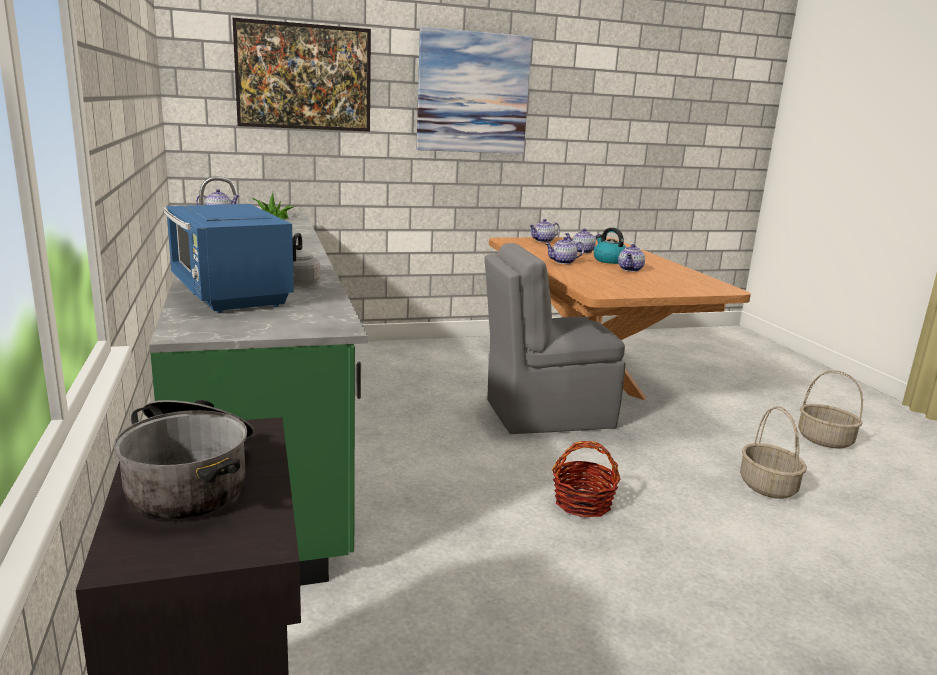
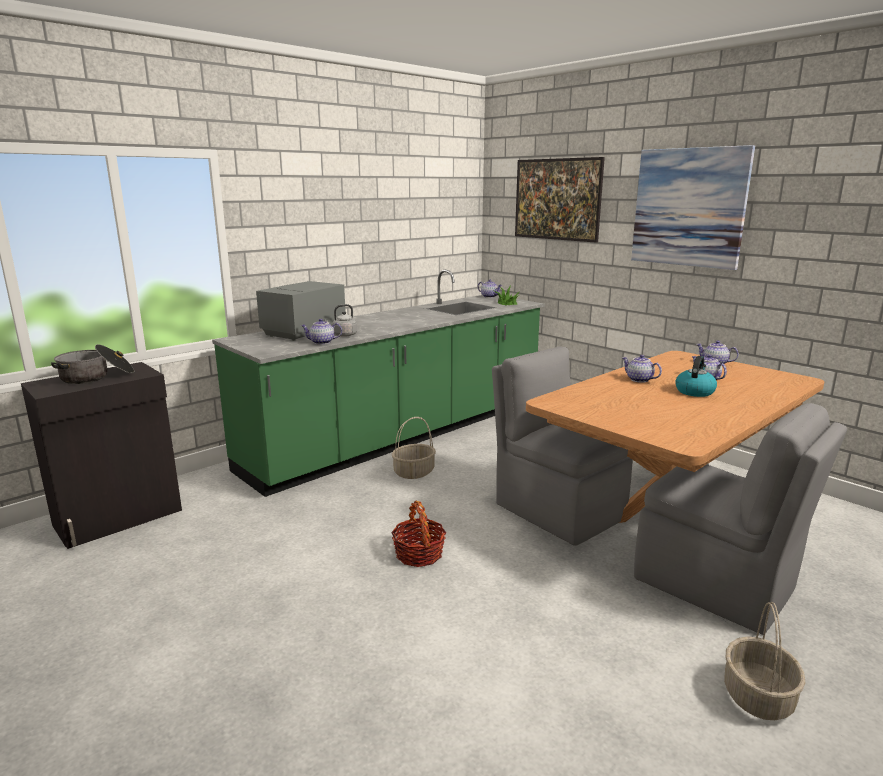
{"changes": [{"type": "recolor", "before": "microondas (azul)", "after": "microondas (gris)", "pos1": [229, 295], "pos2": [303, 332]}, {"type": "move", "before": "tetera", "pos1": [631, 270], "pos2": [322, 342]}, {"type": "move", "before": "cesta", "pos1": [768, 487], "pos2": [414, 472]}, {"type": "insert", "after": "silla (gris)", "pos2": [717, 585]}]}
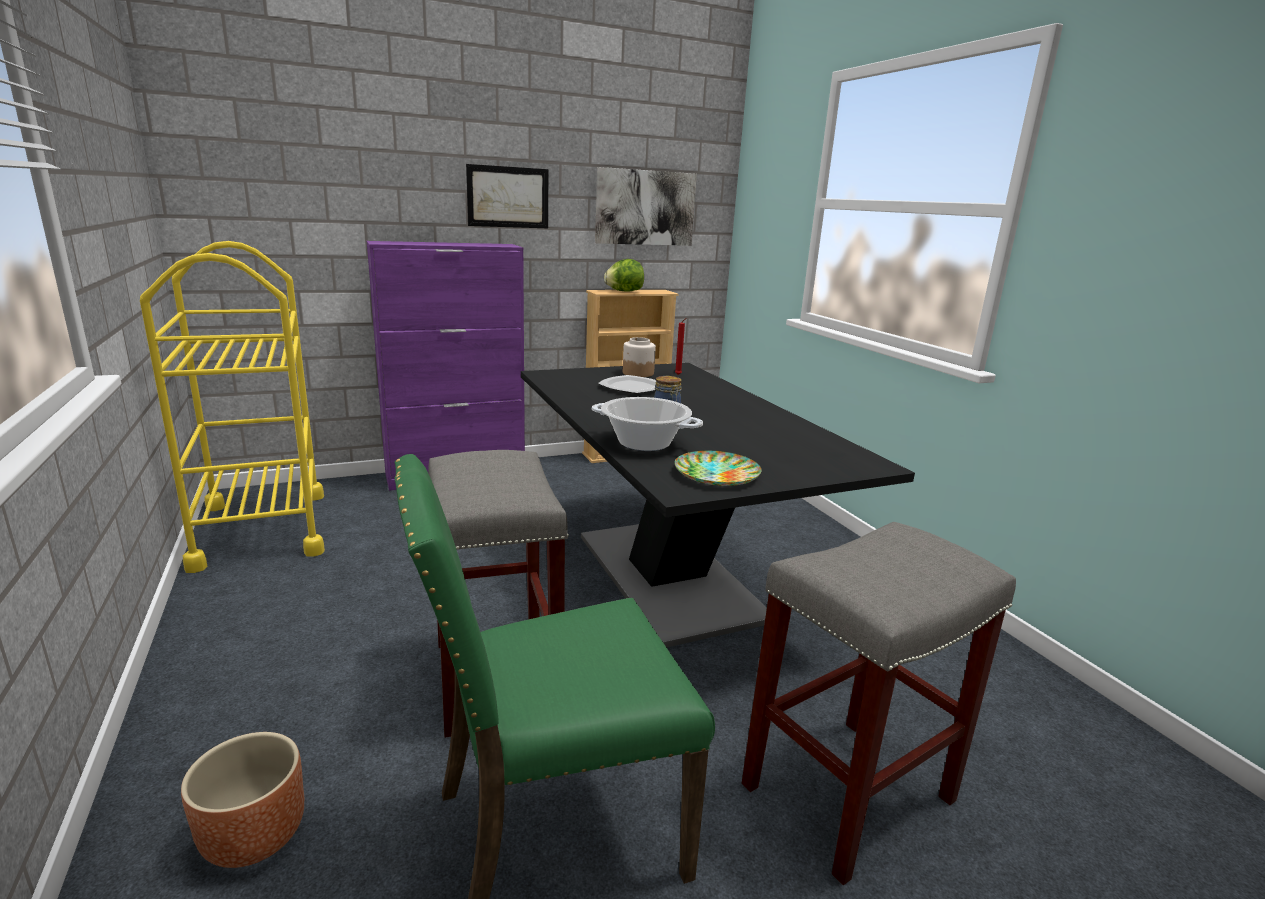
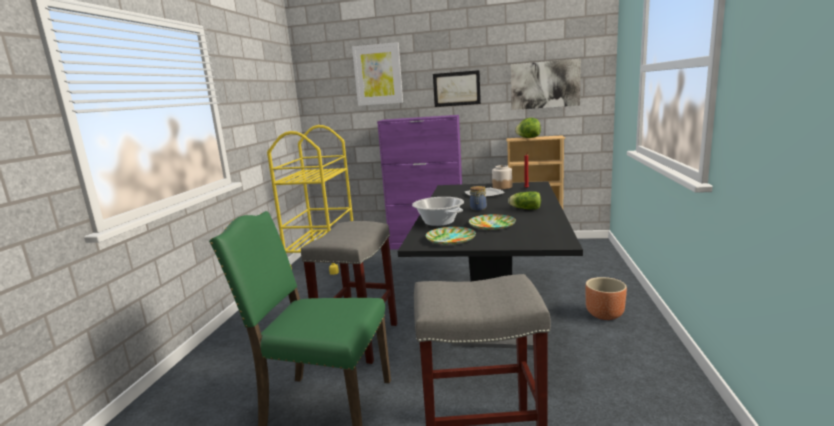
{"changes": [{"type": "insert", "after": "cuadro", "pos2": [378, 74]}, {"type": "insert", "after": "plato", "pos2": [492, 225]}, {"type": "insert", "after": "lechuga", "pos2": [524, 208]}, {"type": "move", "before": "maceta (marrón)", "pos1": [254, 836], "pos2": [604, 314]}]}
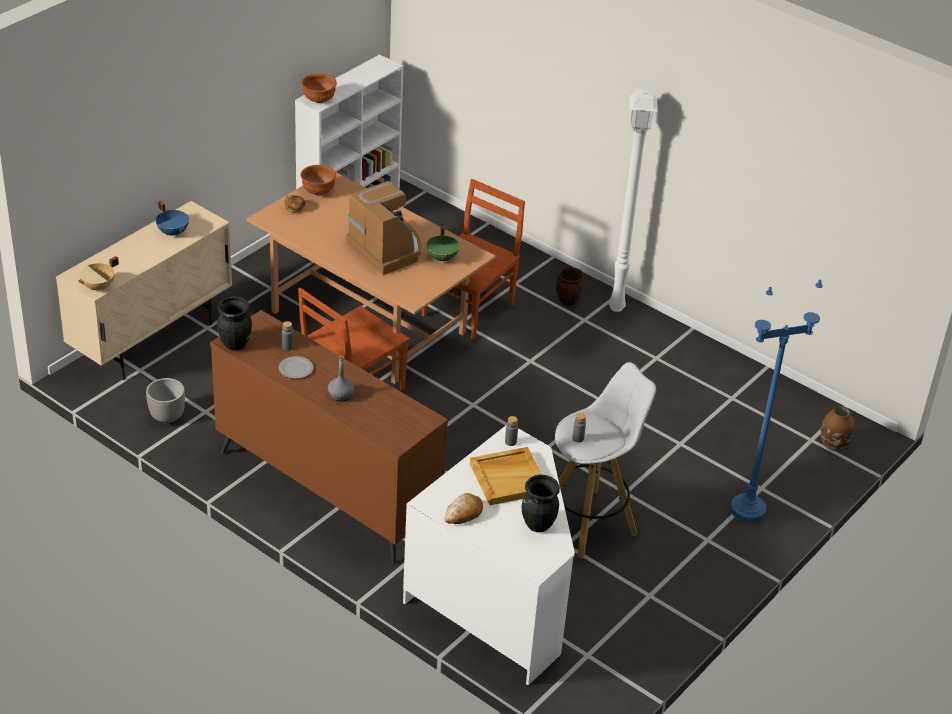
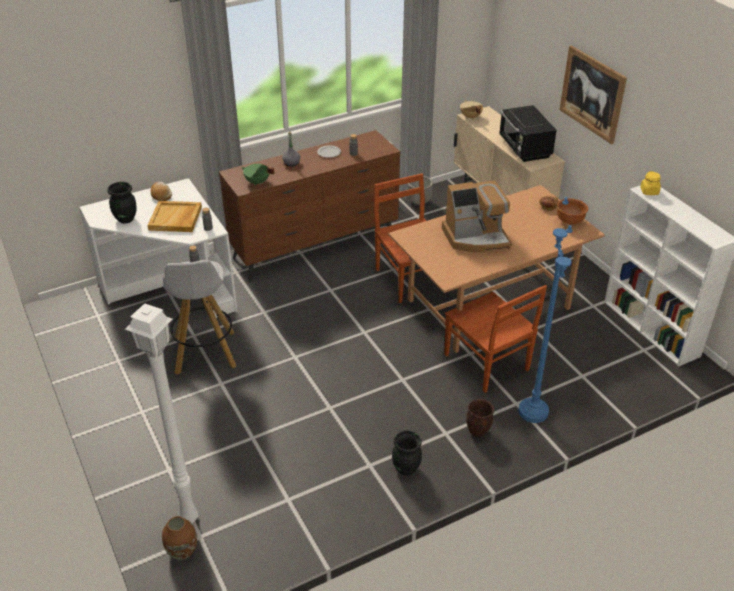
{"changes": [{"type": "move", "before": "lámpara de pie (blanco)", "pos1": [615, 307], "pos2": [191, 517]}, {"type": "move", "before": "olla (verde)", "pos1": [442, 258], "pos2": [257, 182]}, {"type": "move", "before": "florero (negro)", "pos1": [234, 344], "pos2": [406, 468]}, {"type": "replace", "before": "olla (azul)", "after": "microondas (negro)", "pos1": [173, 232], "pos2": [524, 149]}, {"type": "move", "before": "lámpara de pie (azul)", "pos1": [747, 510], "pos2": [533, 411]}, {"type": "insert", "after": "cuadro", "pos2": [592, 94]}, {"type": "replace", "before": "cuenco (marrón)", "after": "tarro (amarillo)", "pos1": [318, 100], "pos2": [649, 191]}]}
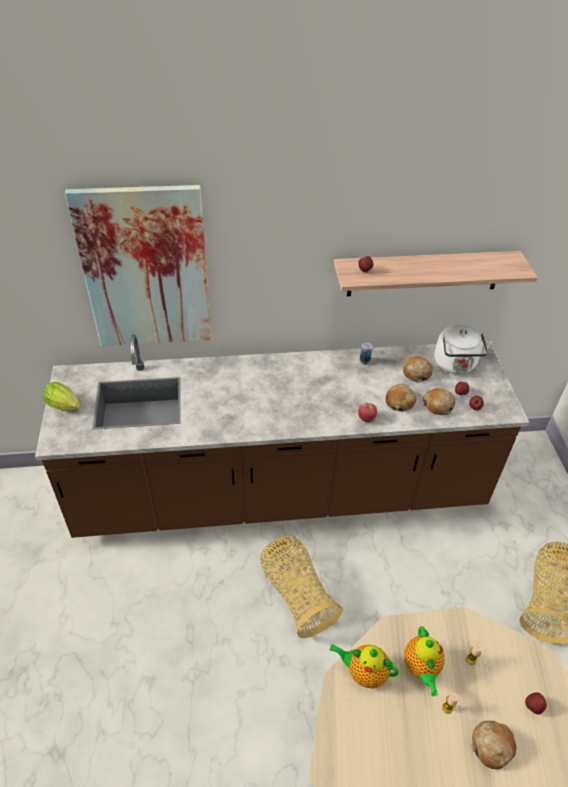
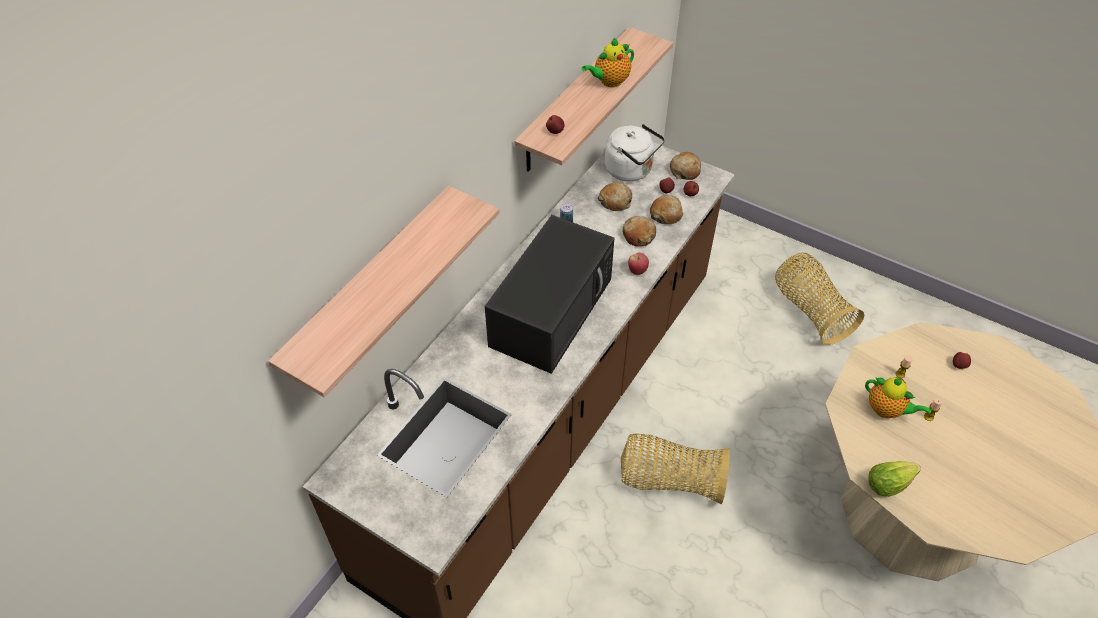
{"changes": [{"type": "replace", "before": "cuadro", "after": "estante", "pos1": [146, 270], "pos2": [370, 287]}, {"type": "insert", "after": "microondas (negro)", "pos2": [552, 310]}, {"type": "move", "before": "tetera", "pos1": [364, 672], "pos2": [609, 82]}, {"type": "move", "before": "pan", "pos1": [491, 746], "pos2": [685, 170]}, {"type": "move", "before": "lechuga", "pos1": [65, 406], "pos2": [890, 483]}]}
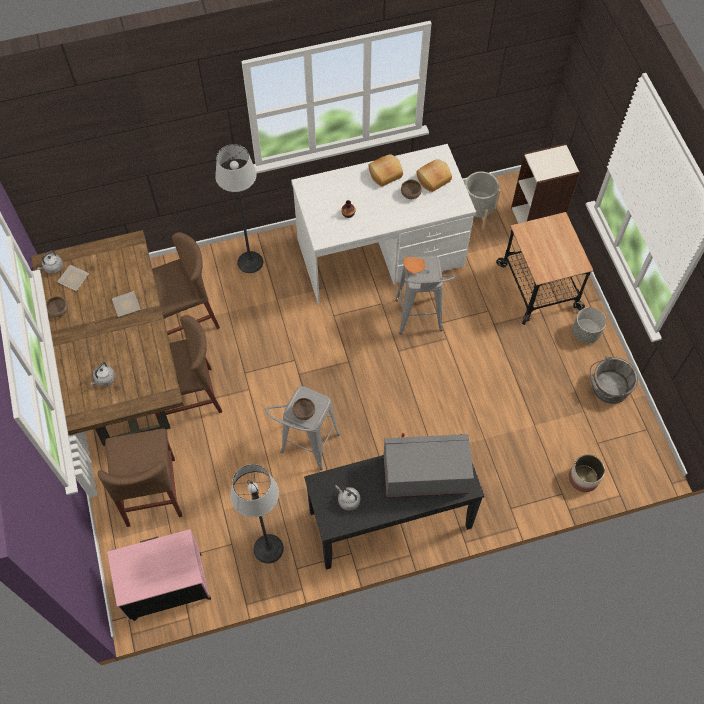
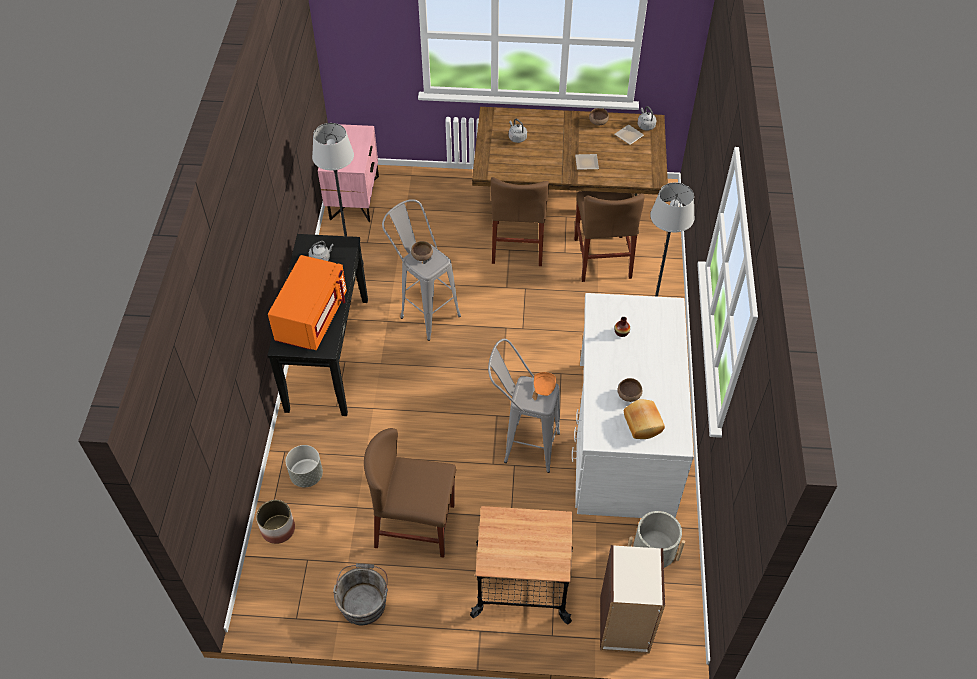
{"changes": [{"type": "recolor", "before": "microondas (gris)", "after": "microondas (naranja)", "pos1": [425, 476], "pos2": [311, 317]}, {"type": "move", "before": "maceta (gris)", "pos1": [586, 333], "pos2": [306, 475]}, {"type": "move", "before": "silla (marrón)", "pos1": [151, 491], "pos2": [415, 525]}, {"type": "delete", "before": "pan", "pos1": [385, 173]}]}
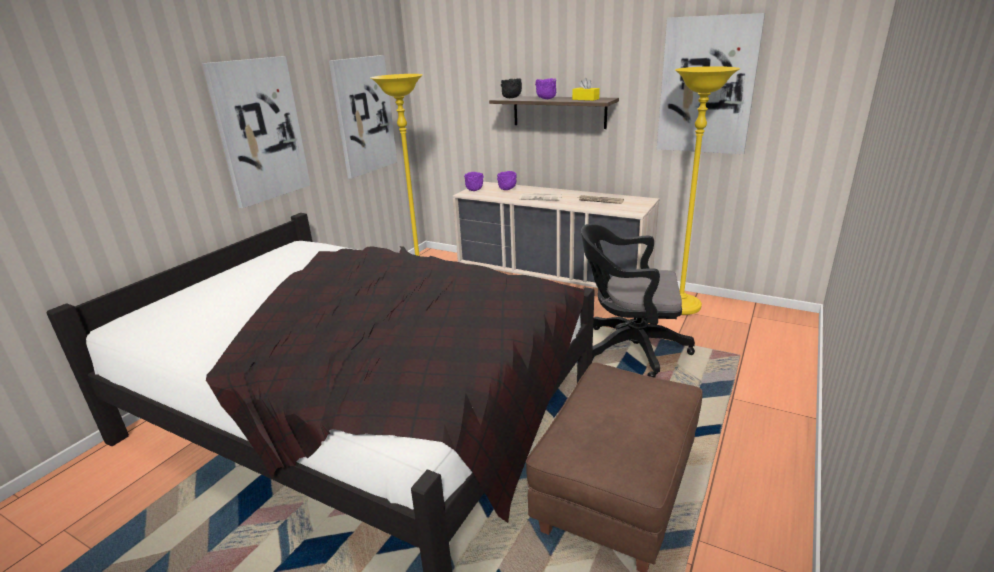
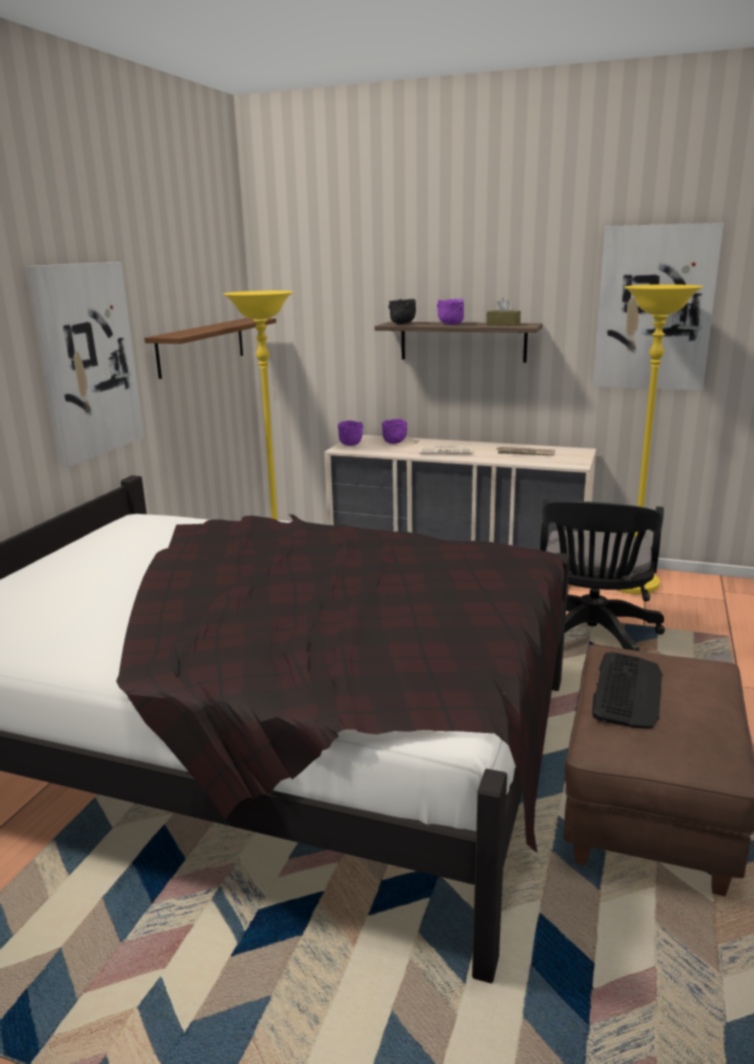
{"changes": [{"type": "replace", "before": "cuadro", "after": "estante (marrón)", "pos1": [364, 116], "pos2": [202, 346]}, {"type": "recolor", "before": "caja de pañuelos (amarillo)", "after": "caja de pañuelos (marrón)", "pos1": [585, 99], "pos2": [503, 324]}, {"type": "rotate", "before": "silla de oficina (negro)", "pos1": [629, 348], "pos2": [590, 637], "turn": -75}, {"type": "insert", "after": "teclado", "pos2": [627, 690]}]}
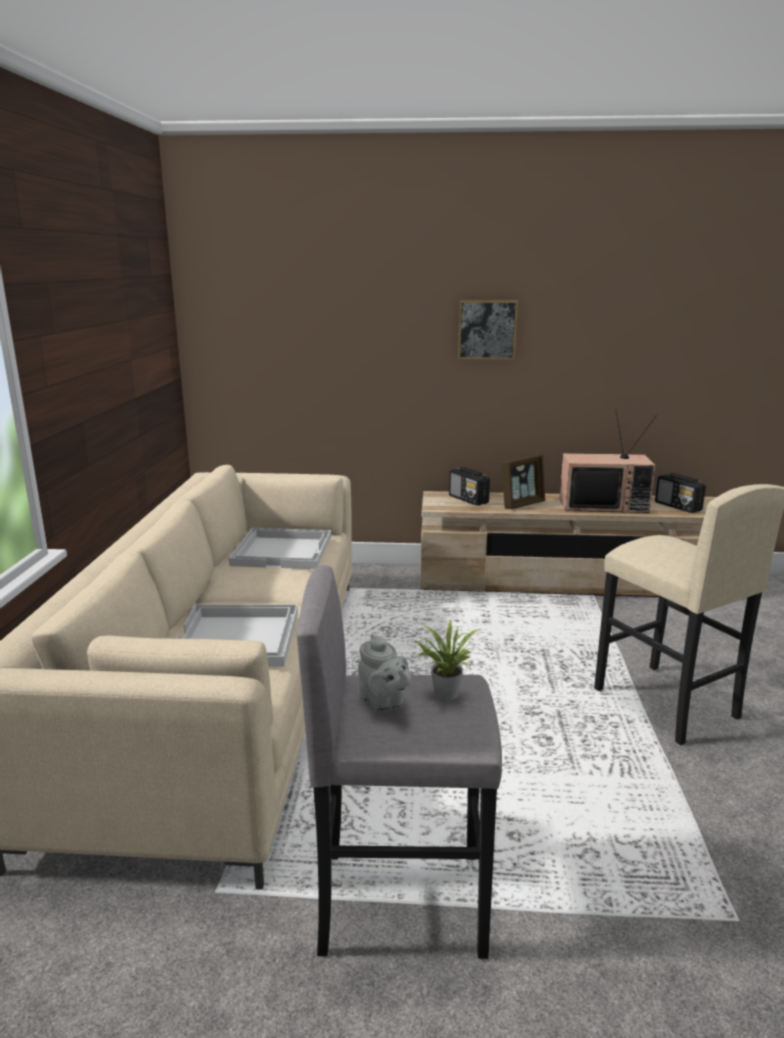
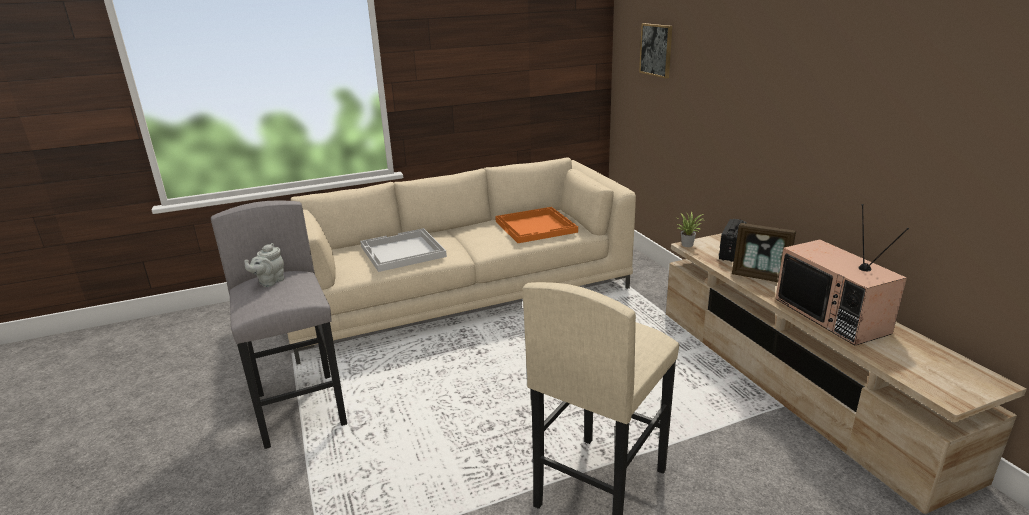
{"changes": [{"type": "recolor", "before": "bandeja (blanco)", "after": "bandeja (naranja)", "pos1": [283, 550], "pos2": [536, 227]}, {"type": "move", "before": "cuadro", "pos1": [487, 330], "pos2": [656, 50]}, {"type": "move", "before": "planta en maceta", "pos1": [444, 692], "pos2": [688, 244]}, {"type": "delete", "before": "radio", "pos1": [678, 507]}]}
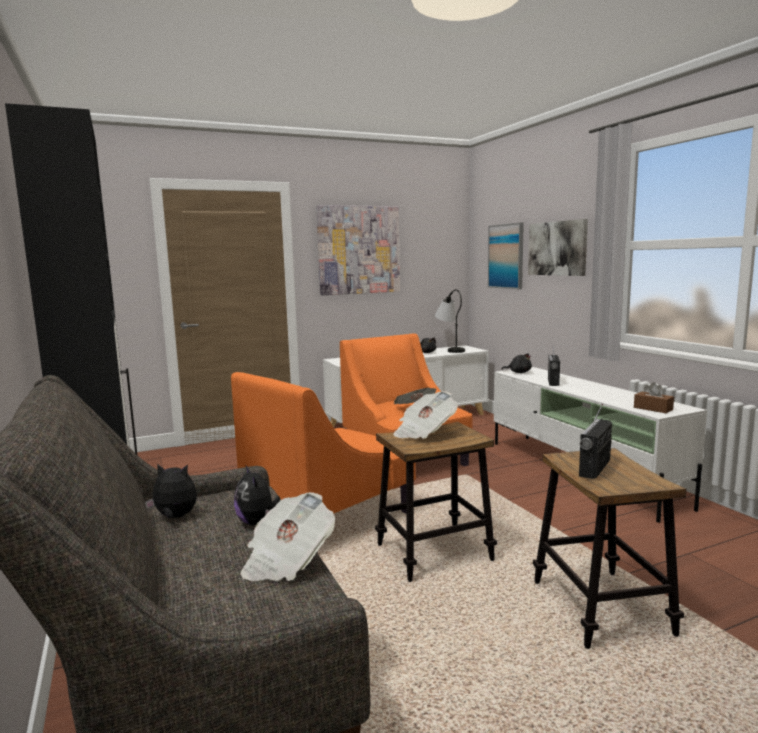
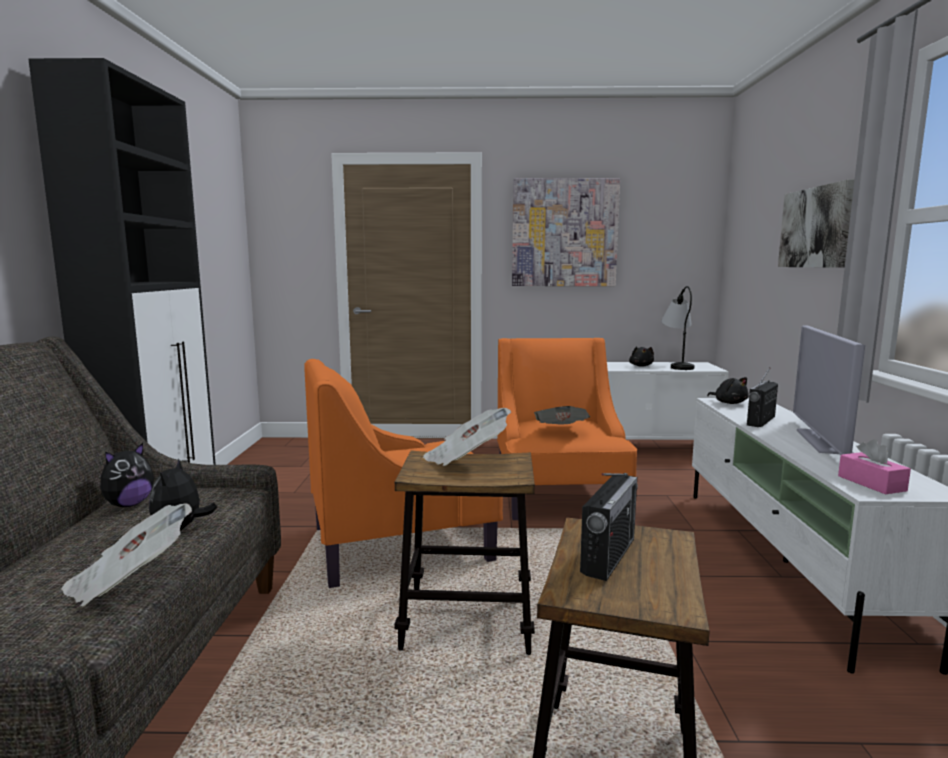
{"changes": [{"type": "rotate", "before": "peluche", "pos1": [175, 517], "pos2": [128, 504], "turn": 90}, {"type": "rotate", "before": "radio", "pos1": [594, 468], "pos2": [608, 556], "turn": 150}, {"type": "insert", "after": "televisor", "pos2": [823, 441]}, {"type": "recolor", "before": "caja de pañuelos (marrón)", "after": "caja de pañuelos (rosa)", "pos1": [653, 408], "pos2": [871, 483]}, {"type": "delete", "before": "cuadro", "pos1": [506, 256]}]}
